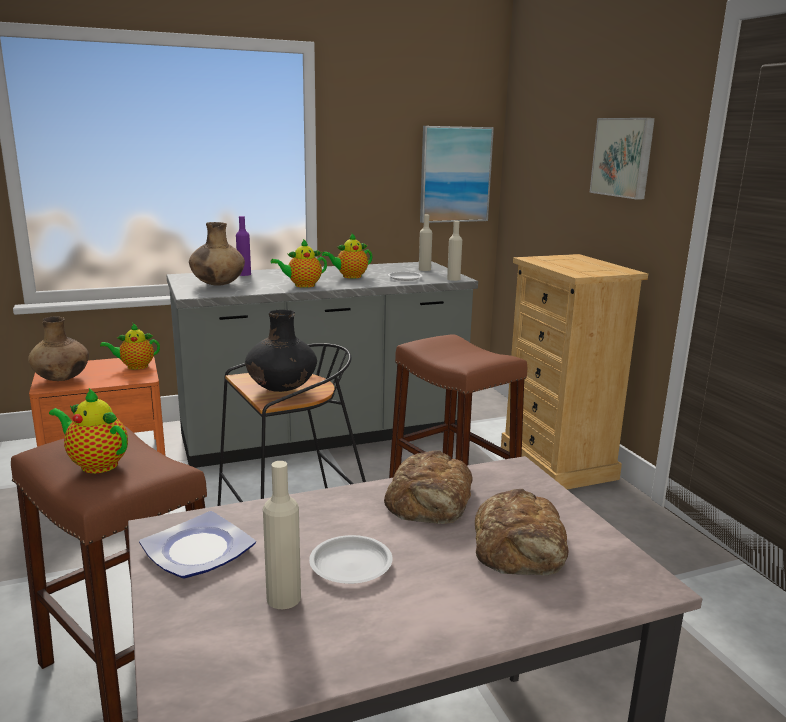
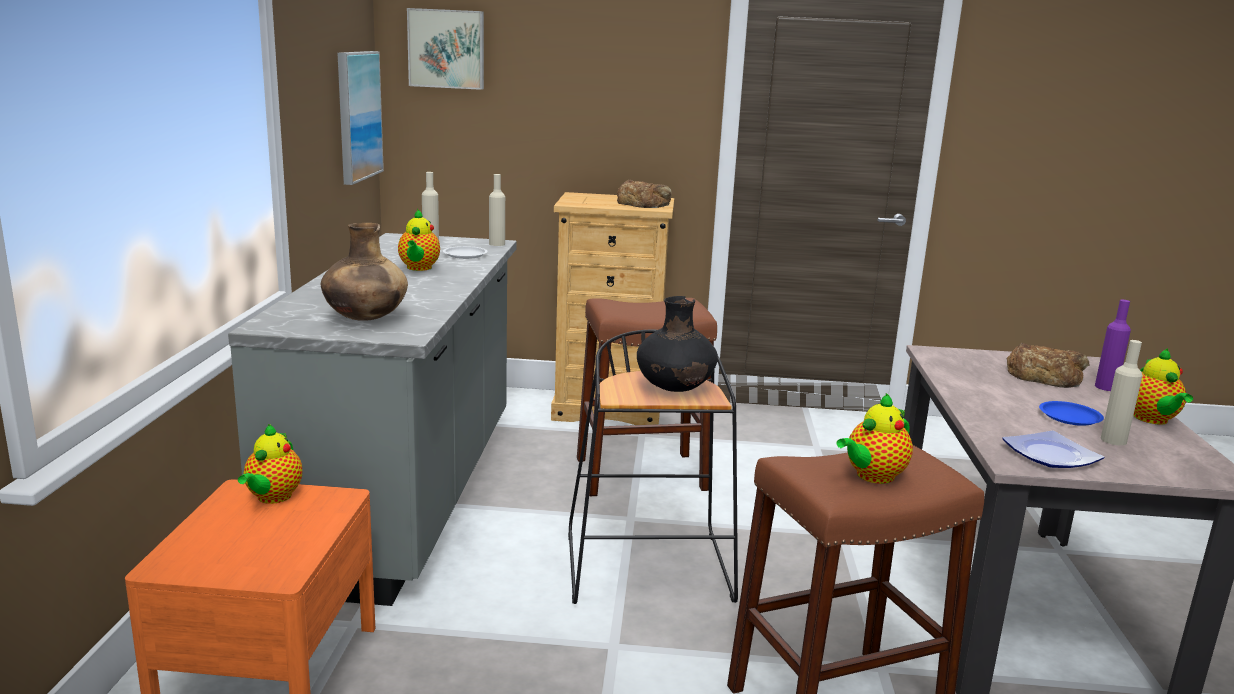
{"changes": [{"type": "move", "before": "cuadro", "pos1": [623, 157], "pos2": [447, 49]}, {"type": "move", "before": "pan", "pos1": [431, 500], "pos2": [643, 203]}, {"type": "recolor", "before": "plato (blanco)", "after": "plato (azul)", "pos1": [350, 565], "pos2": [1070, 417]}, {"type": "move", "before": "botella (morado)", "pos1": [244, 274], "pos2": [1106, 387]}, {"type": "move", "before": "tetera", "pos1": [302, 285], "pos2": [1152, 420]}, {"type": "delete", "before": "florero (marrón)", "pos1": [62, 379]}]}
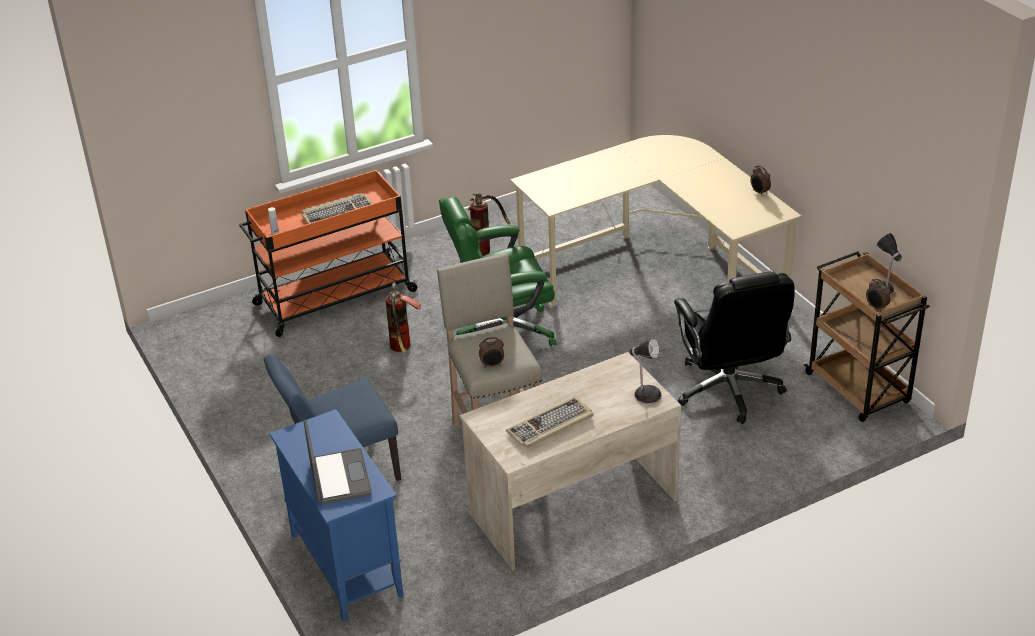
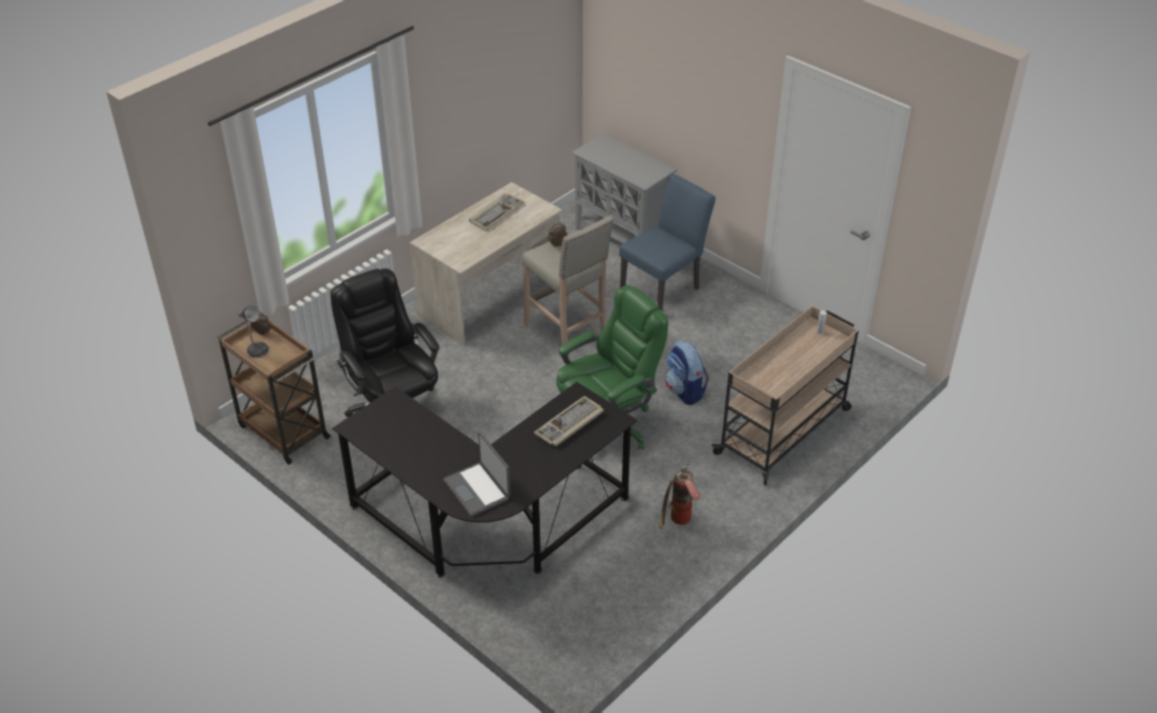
{"changes": [{"type": "recolor", "before": "escritorio (beis)", "after": "escritorio (negro)", "pos1": [656, 272], "pos2": [490, 526]}, {"type": "move", "before": "portátil", "pos1": [338, 477], "pos2": [478, 489]}, {"type": "move", "before": "teclado", "pos1": [338, 212], "pos2": [569, 424]}, {"type": "recolor", "before": "armario (azul)", "after": "armario (gris)", "pos1": [345, 565], "pos2": [622, 237]}, {"type": "replace", "before": "extintor", "after": "mochila", "pos1": [403, 350], "pos2": [685, 391]}, {"type": "recolor", "before": "carrito (naranja)", "after": "carrito (beis)", "pos1": [333, 298], "pos2": [784, 430]}, {"type": "delete", "before": "lámpara de mesa", "pos1": [646, 395]}, {"type": "delete", "before": "despertador", "pos1": [759, 192]}]}
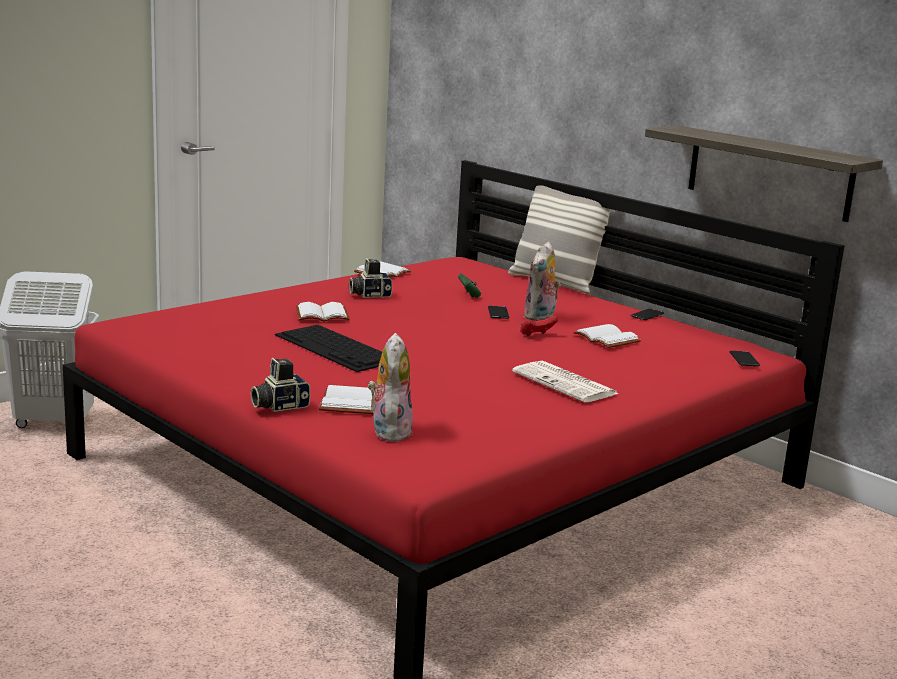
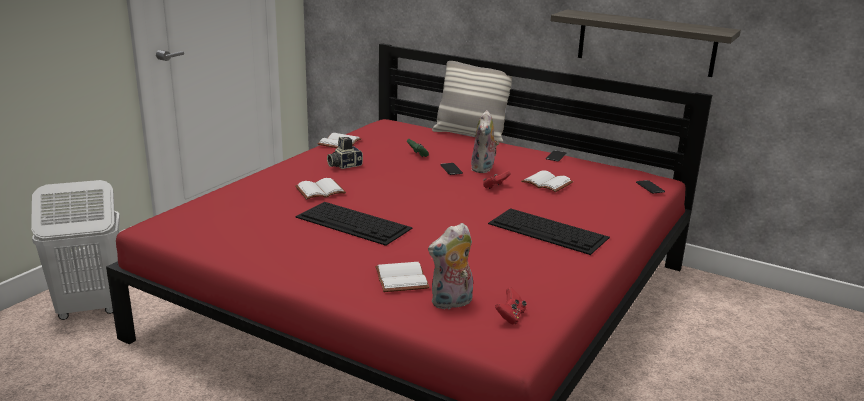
{"changes": [{"type": "rotate", "before": "peluche", "pos1": [389, 430], "pos2": [451, 303], "turn": -105}, {"type": "replace", "before": "periódico", "after": "teclado", "pos1": [566, 383], "pos2": [549, 231]}, {"type": "insert", "after": "mando de consola (rojo)", "pos2": [510, 317]}, {"type": "delete", "before": "cámara", "pos1": [279, 405]}]}
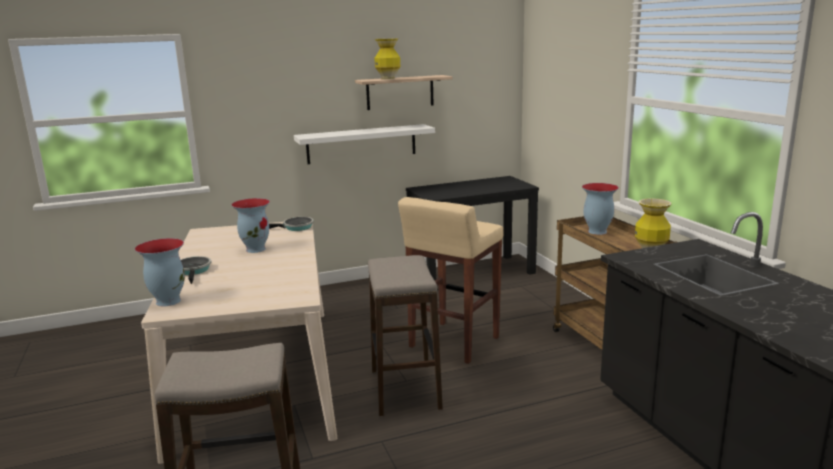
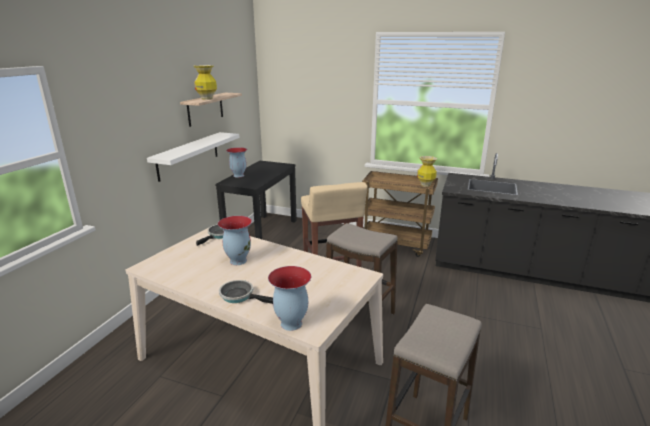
{"changes": [{"type": "move", "before": "florero", "pos1": [596, 231], "pos2": [238, 175]}]}
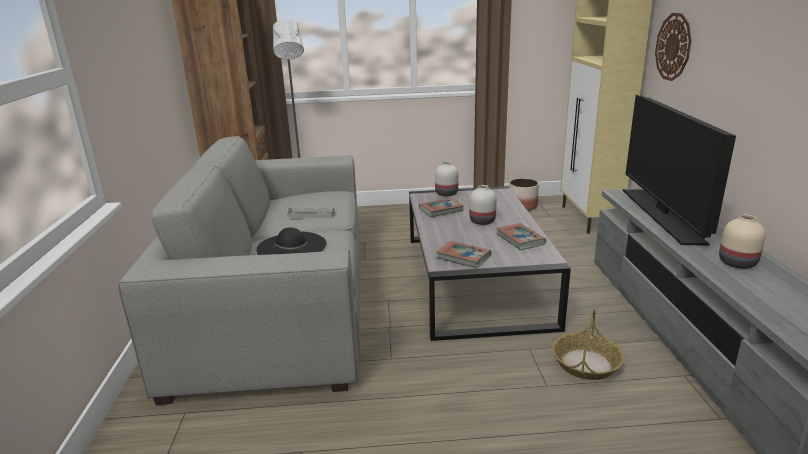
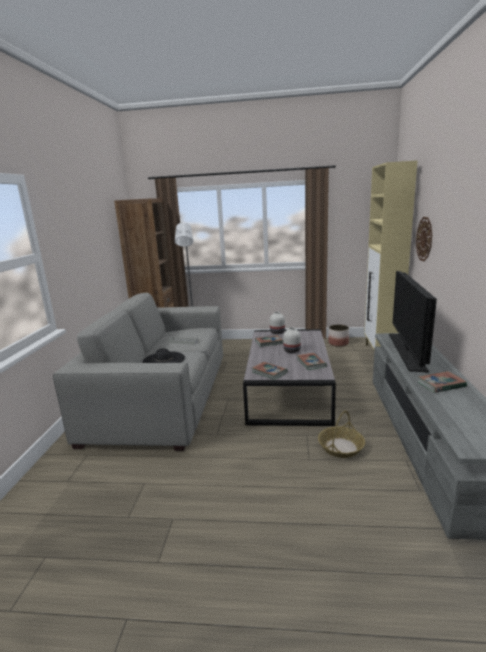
{"changes": [{"type": "replace", "before": "florero (beis)", "after": "libro", "pos1": [736, 263], "pos2": [441, 384]}]}
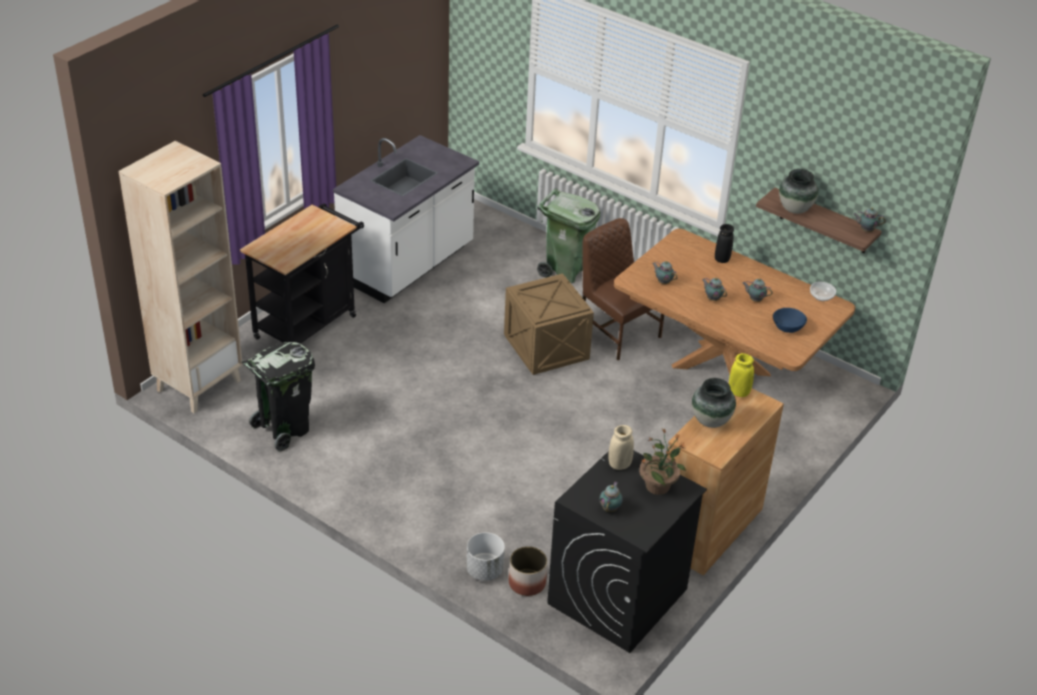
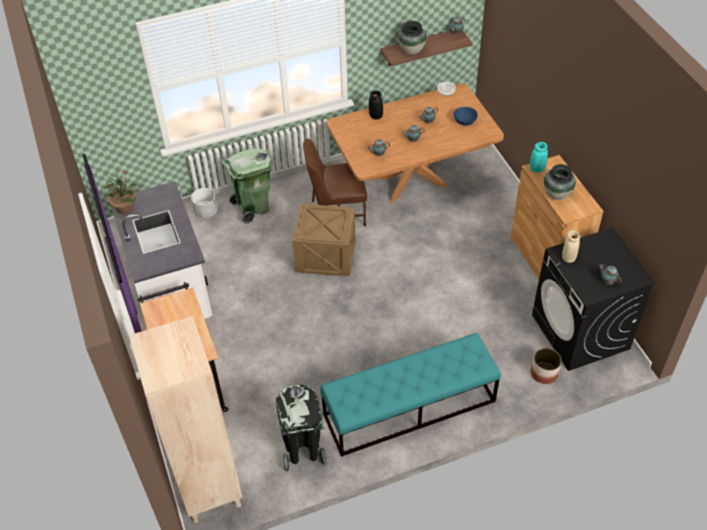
{"changes": [{"type": "move", "before": "planta en maceta", "pos1": [658, 486], "pos2": [124, 207]}, {"type": "move", "before": "maceta (blanco)", "pos1": [484, 570], "pos2": [206, 212]}, {"type": "insert", "after": "banco (turquesa)", "pos2": [409, 408]}, {"type": "recolor", "before": "florero (amarillo)", "after": "florero (turquesa)", "pos1": [738, 392], "pos2": [537, 169]}]}
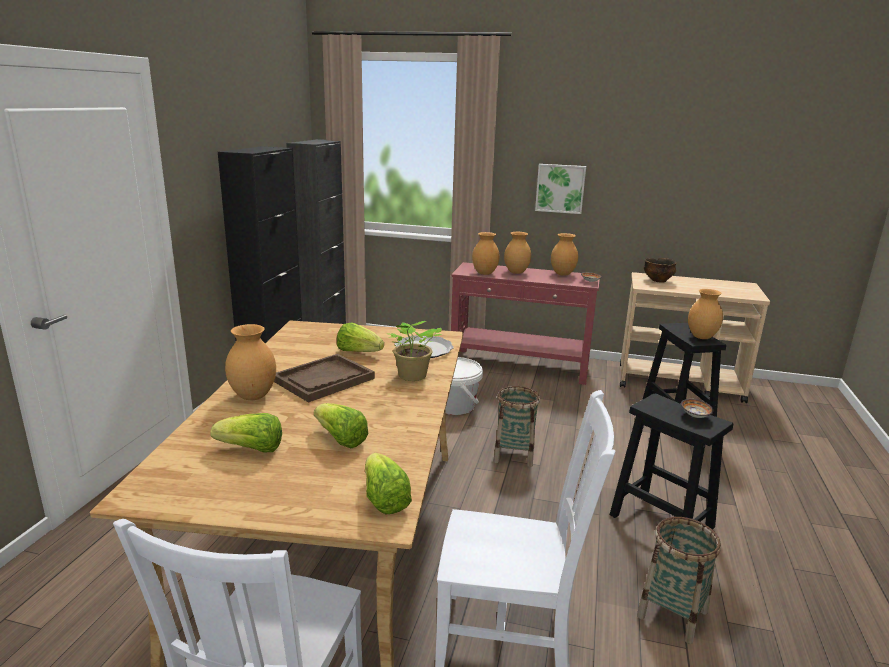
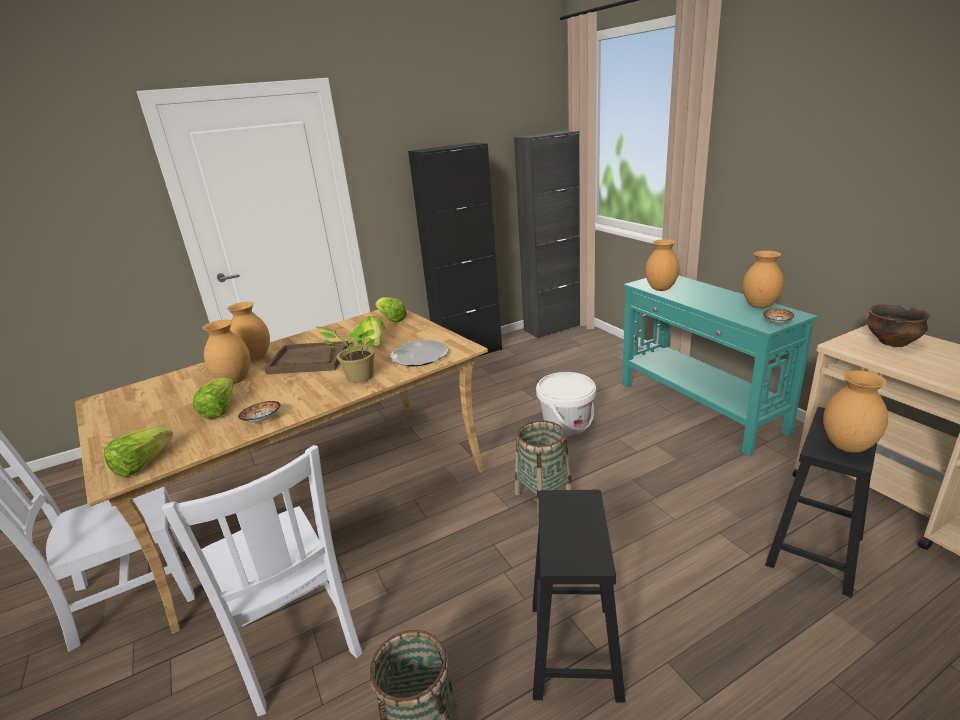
{"changes": [{"type": "move", "before": "florero (marrón)", "pos1": [516, 272], "pos2": [234, 381]}, {"type": "move", "before": "cuenco", "pos1": [695, 415], "pos2": [263, 420]}, {"type": "move", "before": "lechuga", "pos1": [251, 449], "pos2": [391, 319]}, {"type": "recolor", "before": "mesa consola (rojo)", "after": "mesa consola (turquesa)", "pos1": [520, 366], "pos2": [699, 408]}, {"type": "delete", "before": "cuadro", "pos1": [560, 188]}]}
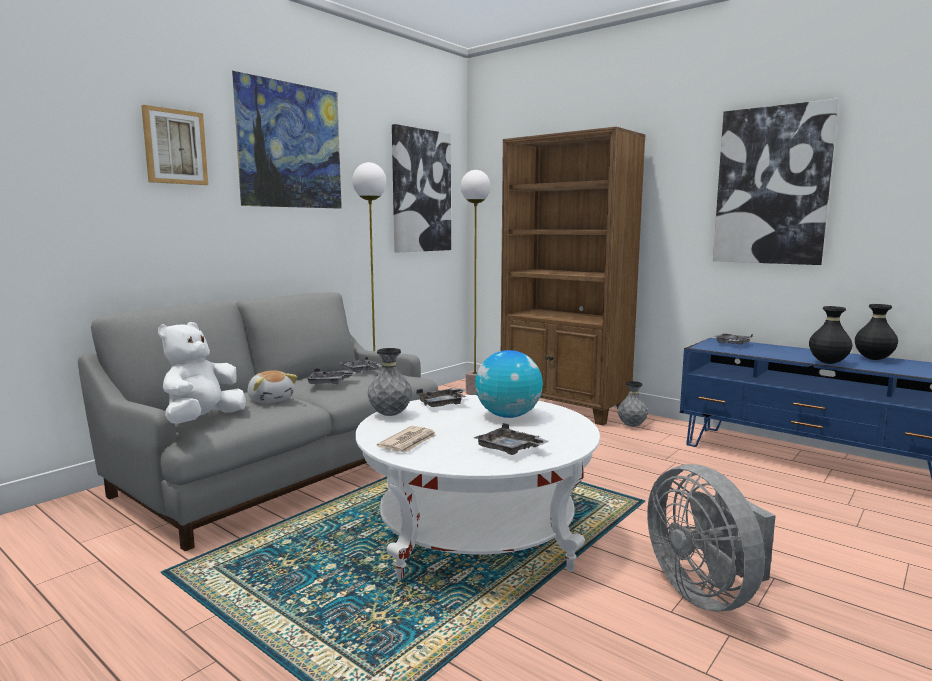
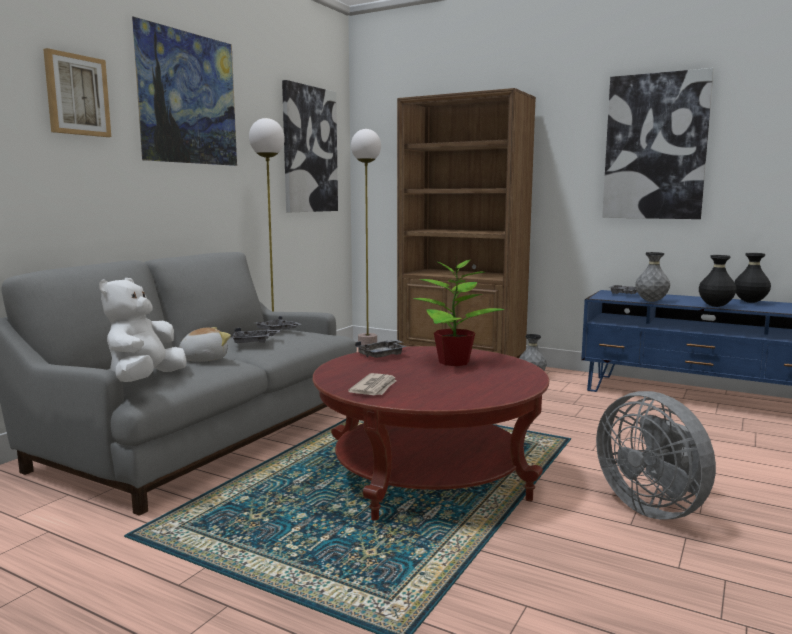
{"changes": [{"type": "rotate", "before": "peluche", "pos1": [271, 399], "pos2": [203, 359], "turn": -75}, {"type": "recolor", "before": "mesa de centro (blanco)", "after": "mesa de centro (rojo)", "pos1": [476, 532], "pos2": [428, 476]}, {"type": "replace", "before": "globo terráqueo", "after": "planta en maceta", "pos1": [508, 416], "pos2": [453, 362]}, {"type": "move", "before": "florero (gris)", "pos1": [390, 415], "pos2": [651, 301]}, {"type": "delete", "before": "bandeja (gris)", "pos1": [509, 449]}]}
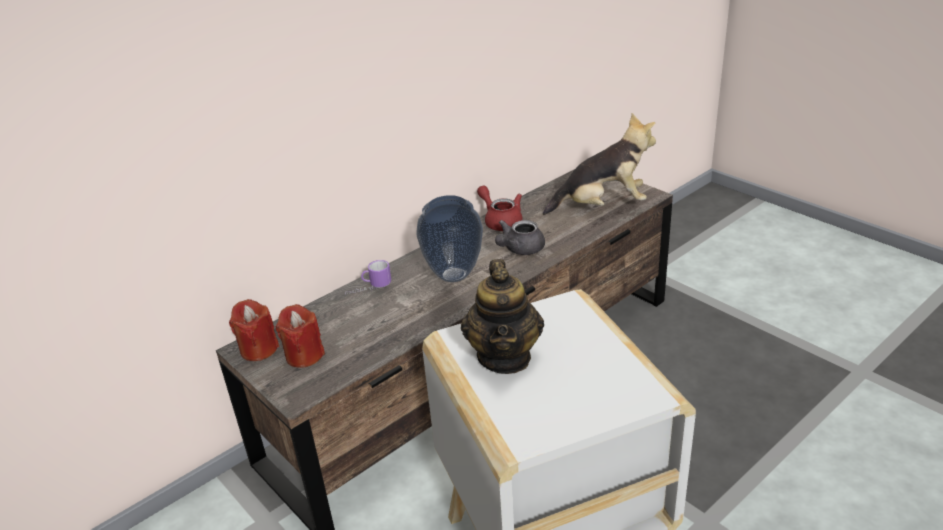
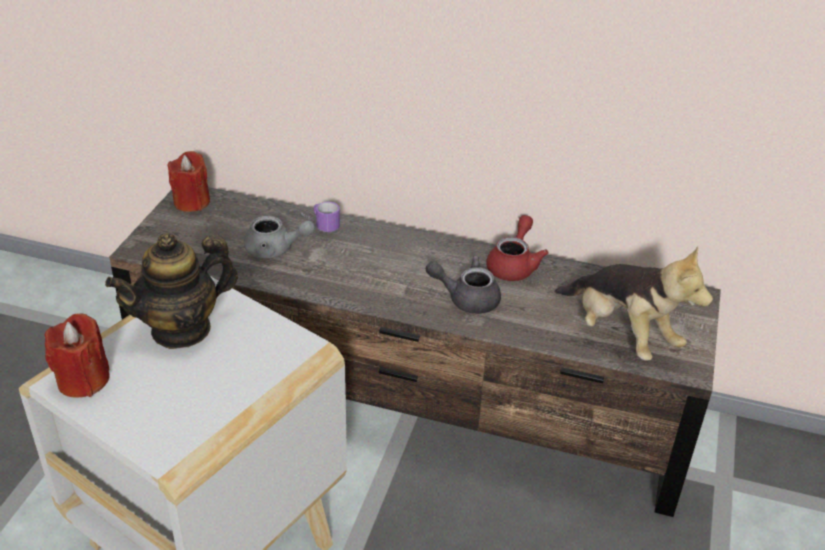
{"changes": [{"type": "move", "before": "vela (rojo)", "pos1": [304, 355], "pos2": [83, 380]}, {"type": "insert", "after": "tetera (gris)", "pos2": [275, 249]}, {"type": "delete", "before": "florero", "pos1": [452, 275]}]}
